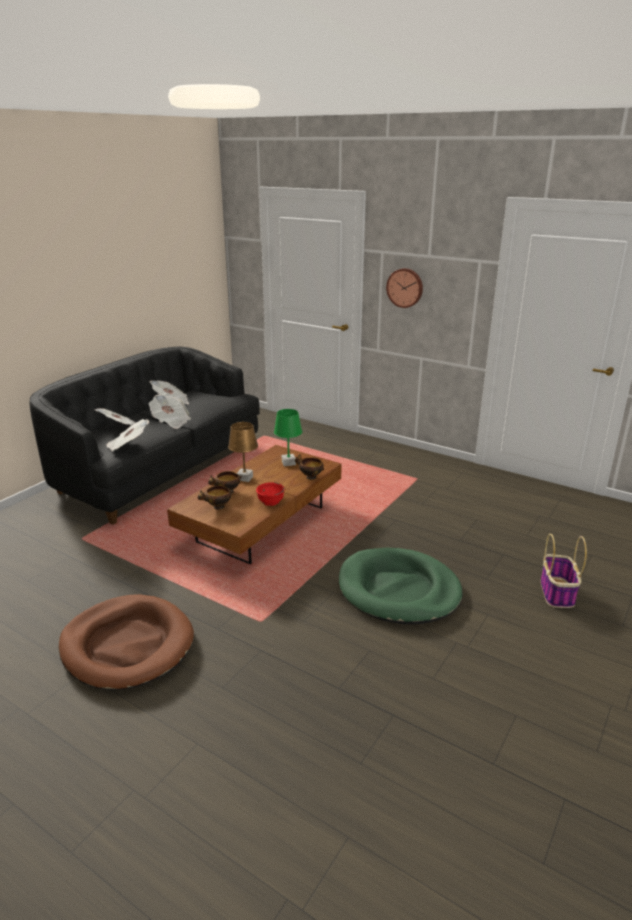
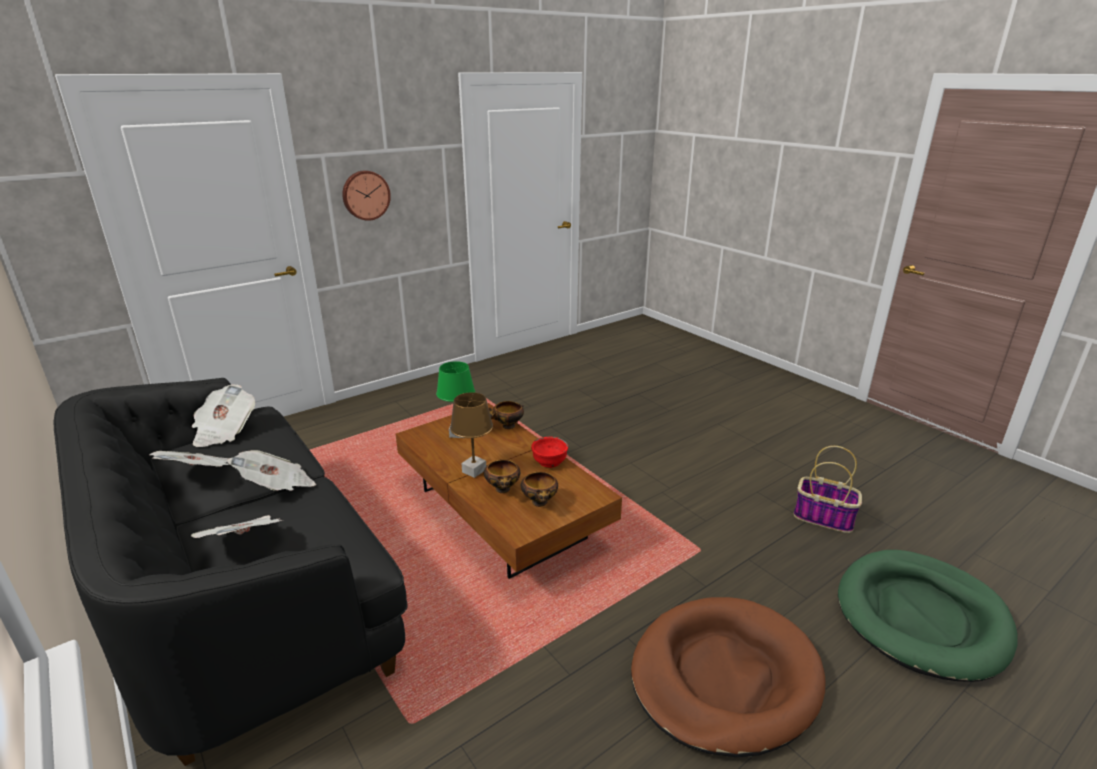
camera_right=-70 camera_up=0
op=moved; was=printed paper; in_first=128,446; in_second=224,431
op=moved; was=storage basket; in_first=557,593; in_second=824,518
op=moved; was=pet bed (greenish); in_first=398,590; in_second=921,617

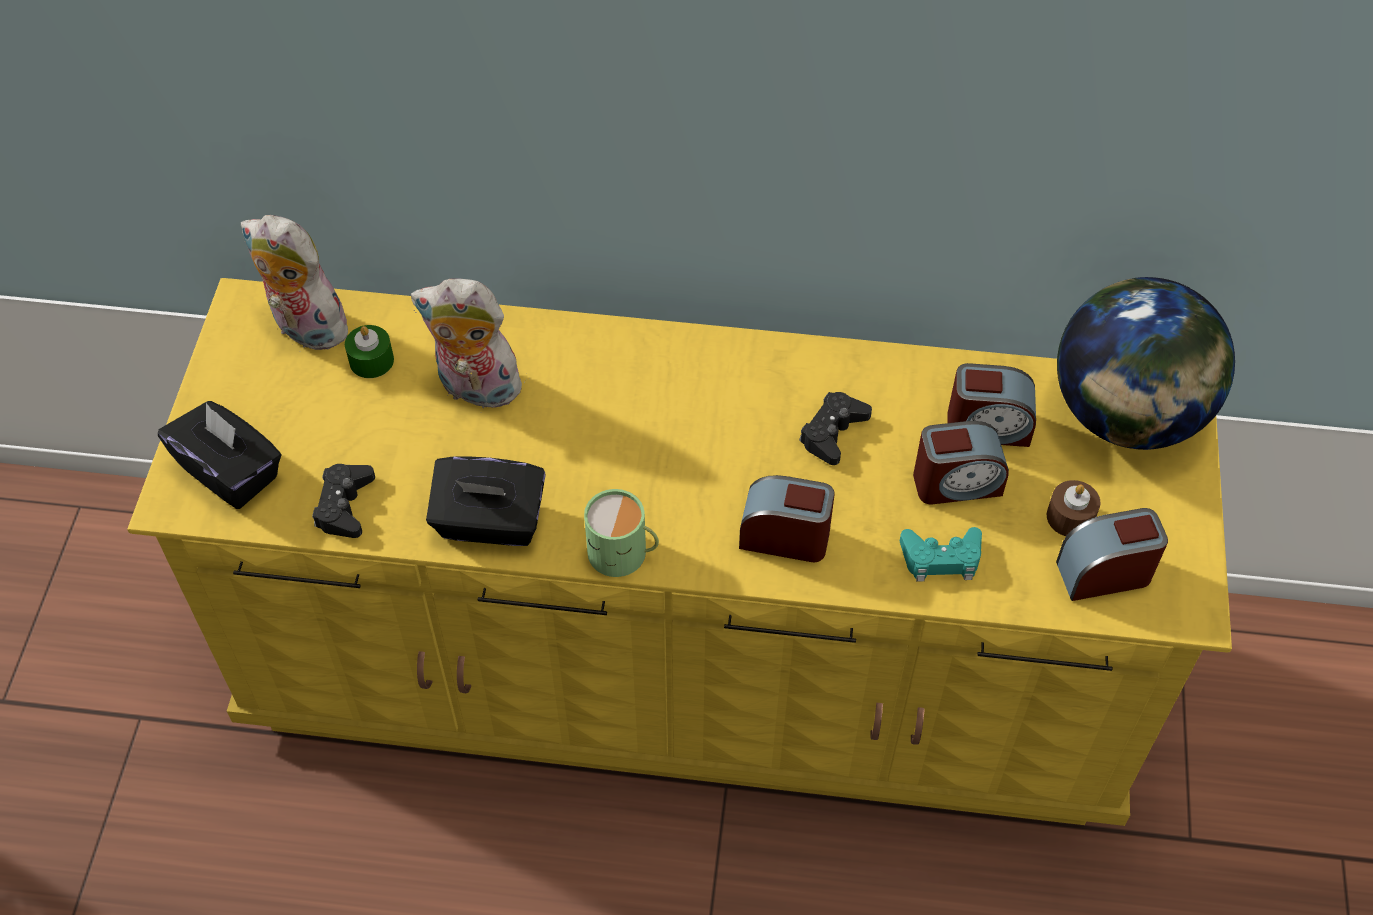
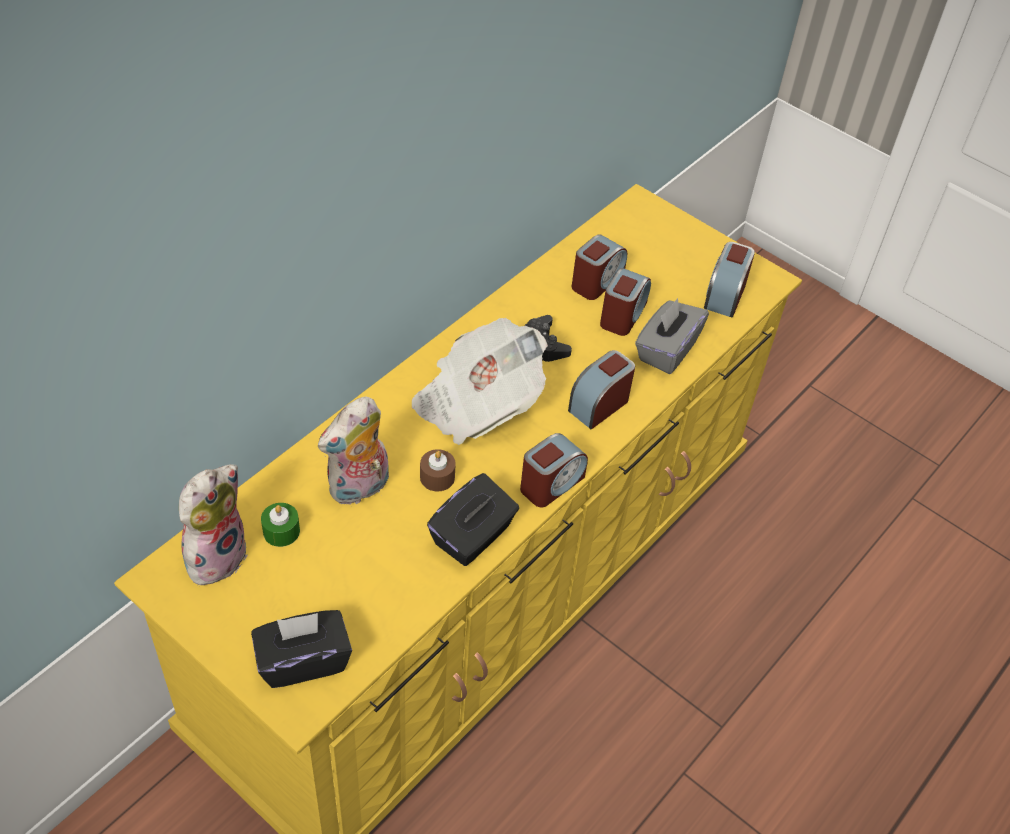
camera_right=-60 camera_up=-5
op=turned; was=cuddly toy; in_first=305,328; in_second=215,554; clockwise=150
op=added; now=printed paper; in_second=477,403
op=moved; was=candle (brown-coloured); in_first=1070,517; in_second=437,477
op=replaced; was=coffee mug (greenish); now=alarm clock; in_first=623,554; in_second=551,483
op=replaced; was=joypad (turquoise); now=box of tissues (greyish); in_first=941,558; in_second=666,350
op=removed; was=joypad (black); in_first=344,505
op=removed; was=globe; in_first=1126,415

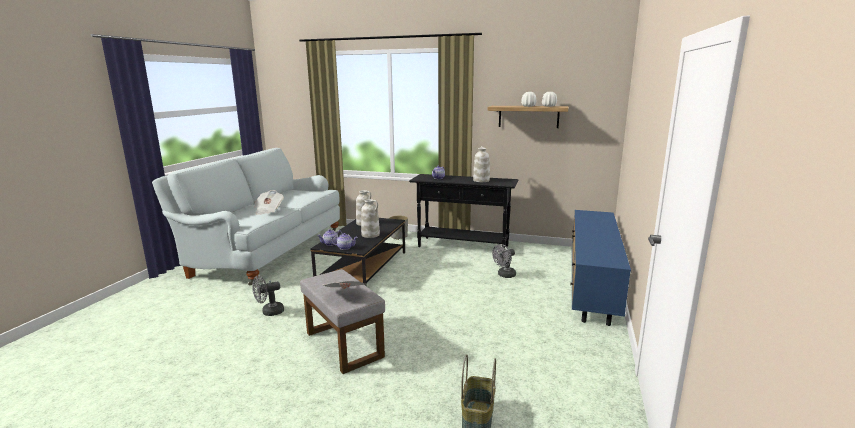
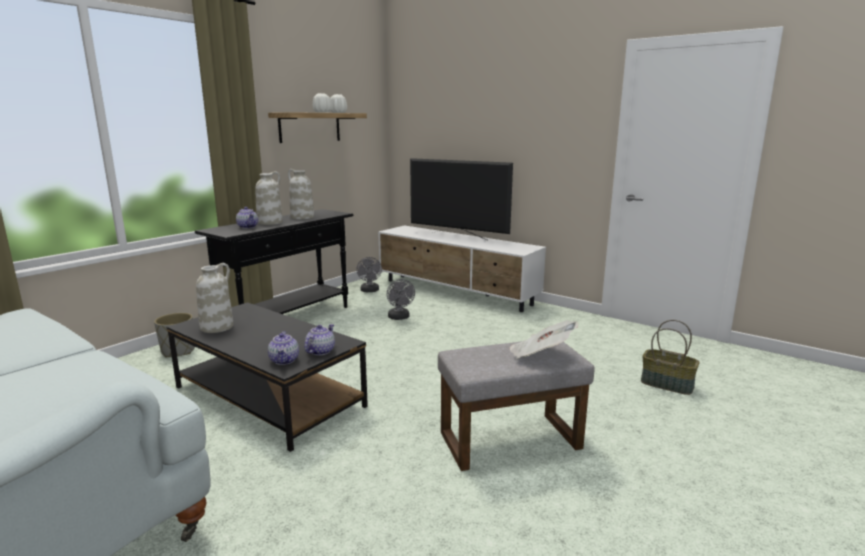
camera_right=-70 camera_up=0
op=moved; was=decorative vase (whitish); in_first=371,235; in_second=270,222
op=moved; was=electric fan (greyish); in_first=269,312; in_second=370,291
op=recoloured; was=tv unit (blue-coloured); now=tv unit (whitish); in_first=591,285; in_second=456,292
op=added; now=TV; in_second=458,236
op=removed; was=printed paper; in_first=268,210

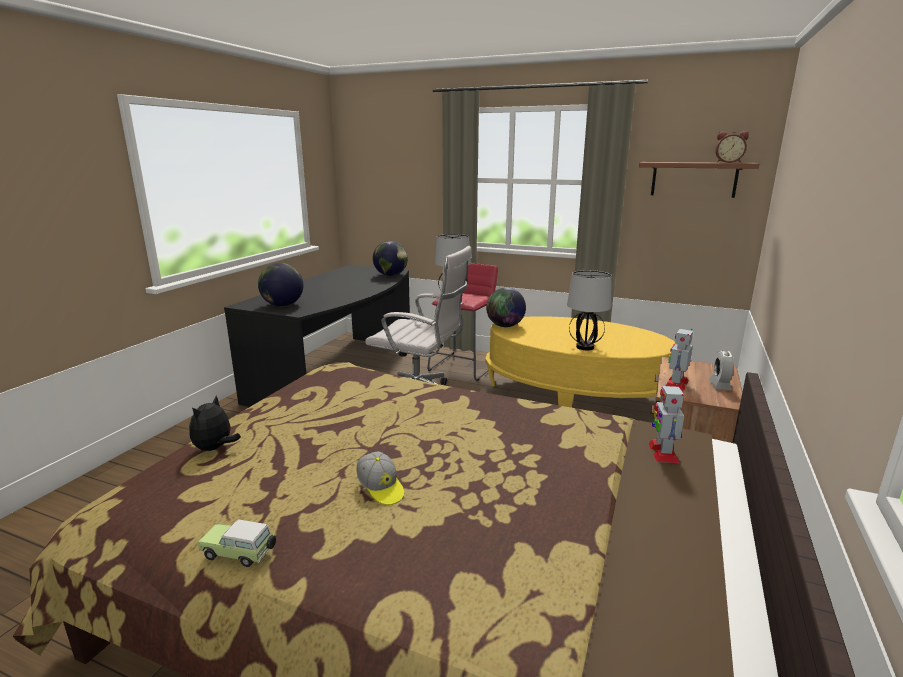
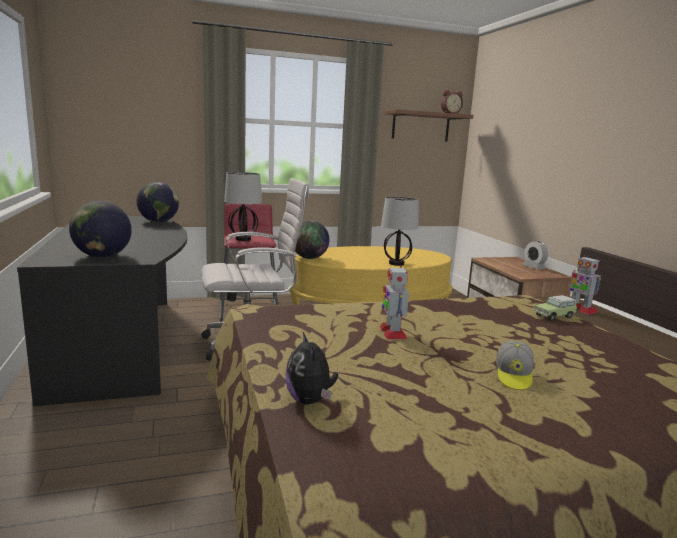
camera_right=-40 camera_up=-5
op=moved; was=toy robot; in_first=676,383; in_second=392,332
op=turned; was=baseball cap; in_first=381,488; in_second=513,376; clockwise=90
op=moved; was=model car; in_first=240,554; in_second=555,316

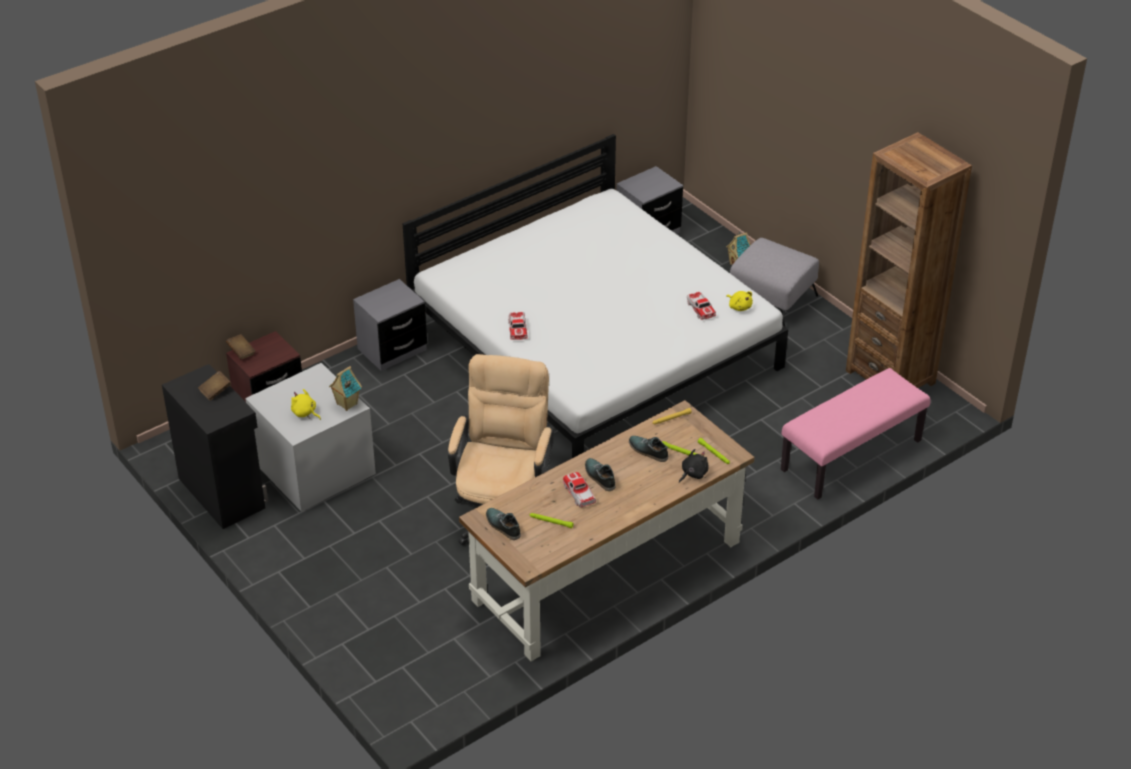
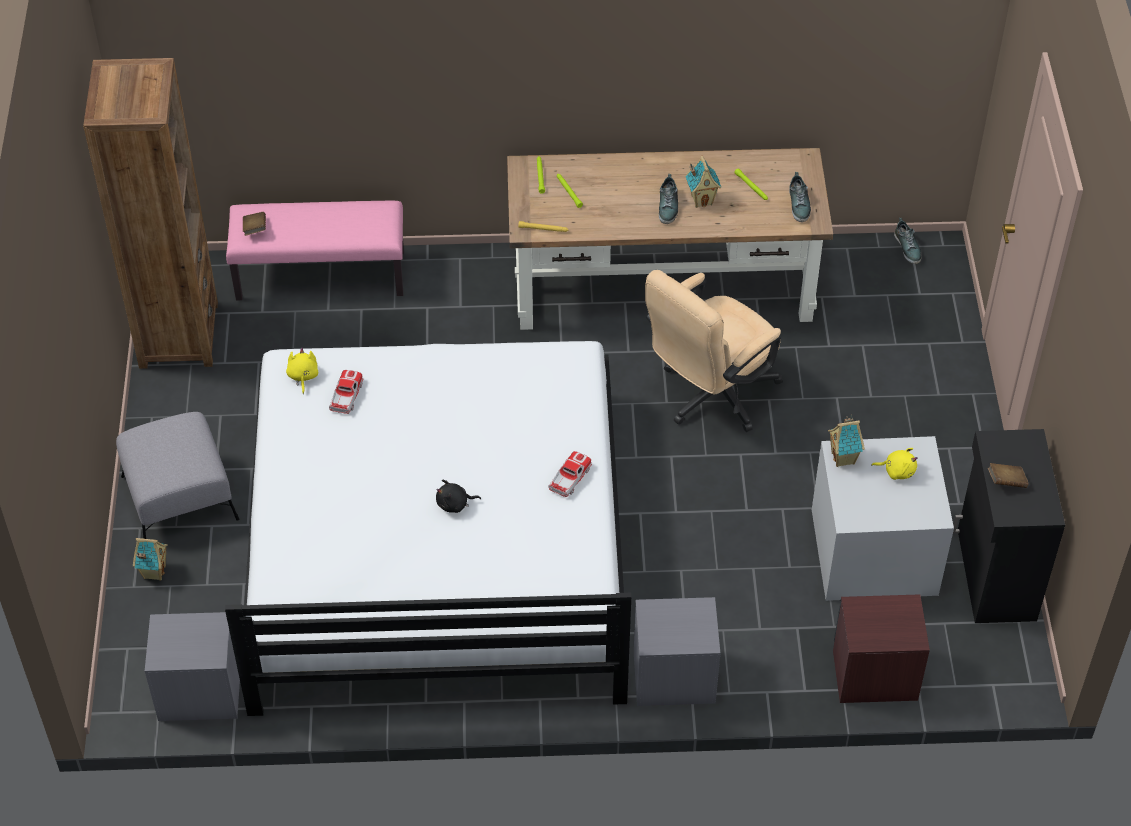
camera_right=-145 camera_up=10
op=moved; was=book (brown-coloured); in_first=241,352; in_second=255,229
op=moved; was=cuddly toy (black); in_first=693,474; in_second=455,504
op=replaced; was=model car; now=miniature house; in_first=579,494; in_second=702,200
op=turned; was=cuddly toy (yellow); in_first=305,413; in_second=897,470; clockwise=-60
op=moved; was=item of footwear; in_first=648,451; in_second=908,247

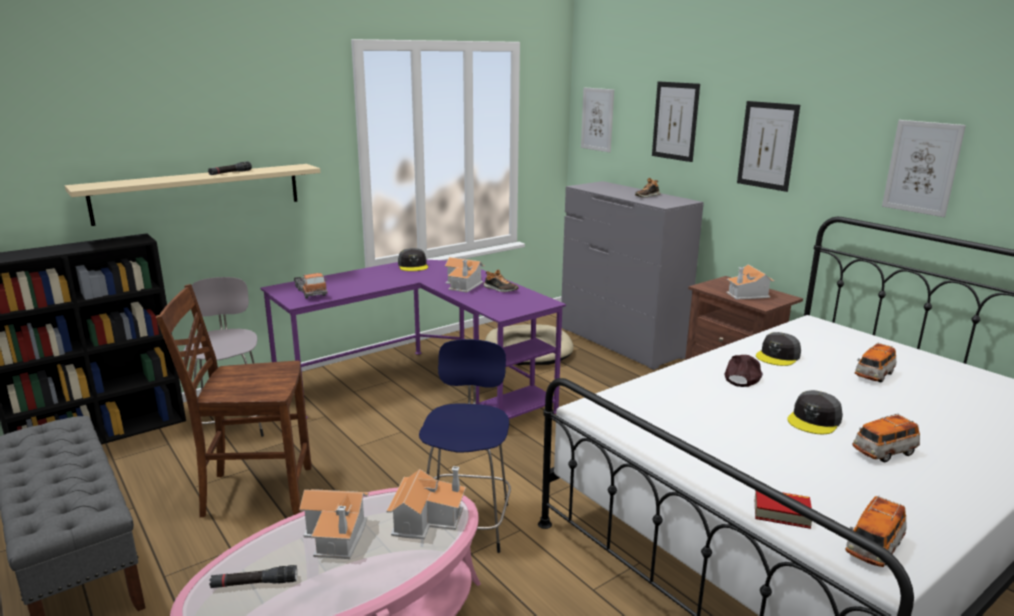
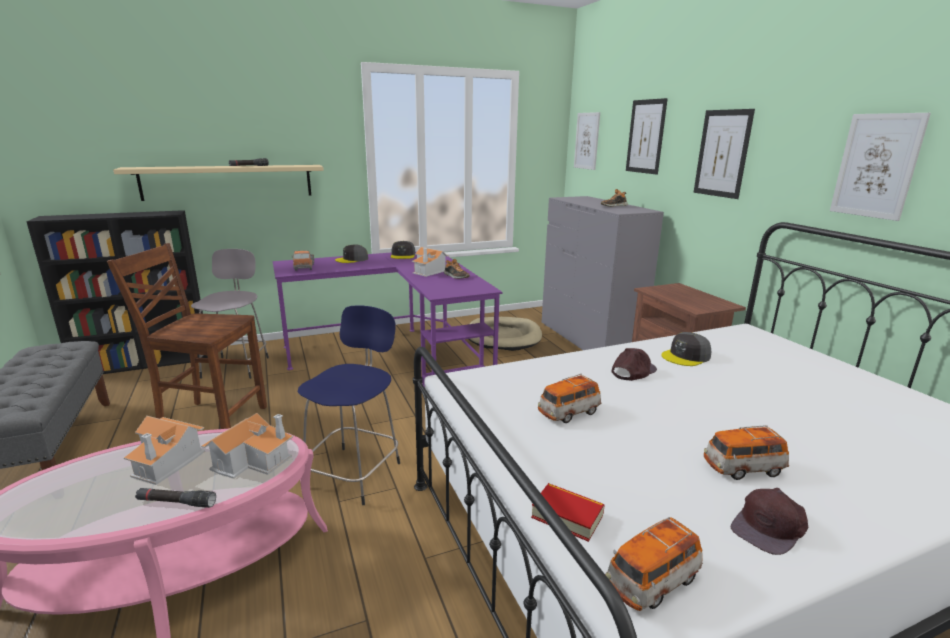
camera_right=15 camera_up=0
op=moved; was=hand torch (black); in_first=254,584; in_second=176,502
op=moved; was=baseball cap (greyish); in_first=814,420; in_second=352,259
op=moved; was=model car; in_first=874,375; in_second=568,413
op=added; now=baseball cap (brown-coloured); in_second=770,526
op=removed; was=miniature house; in_first=748,294

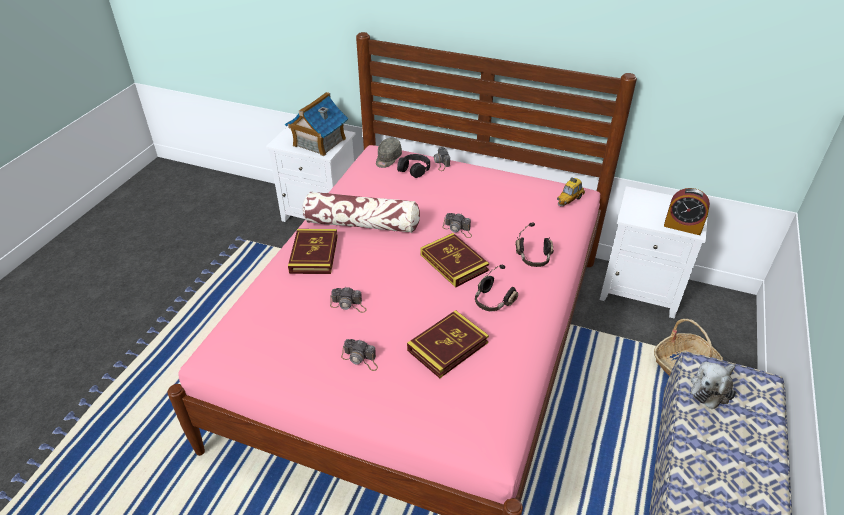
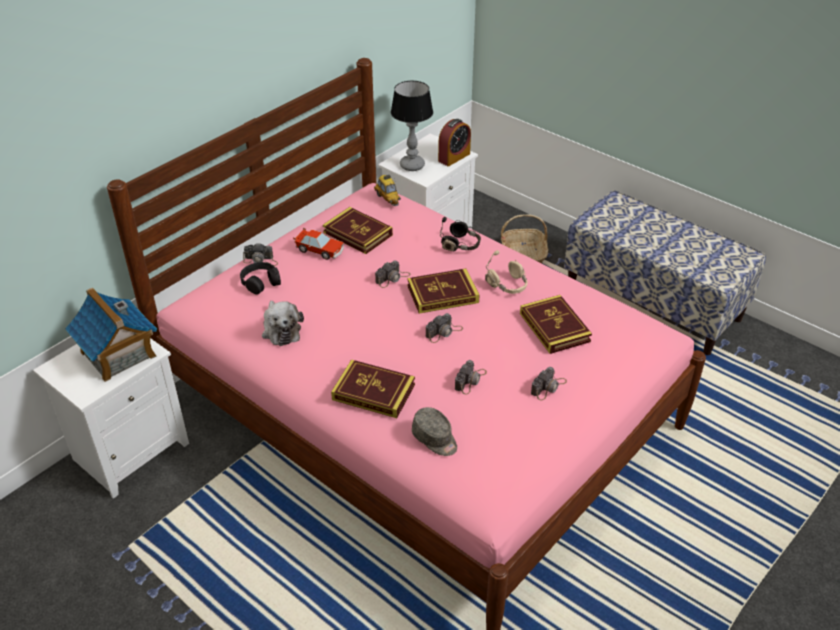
camera_right=-70 camera_up=0
op=moved; was=cuddly toy; in_first=711,389; in_second=281,330
op=added; now=model car; in_second=320,250
op=added; now=book; in_second=357,233
op=added; now=tabletop lamp; in_second=411,165
op=moved; was=baseball cap (greyish); in_first=388,159; in_second=435,439
op=added; now=still camera; in_second=444,332
op=recoloured; was=headset (black); now=headset (beige-coloured); in_first=492,301; in_second=508,285
op=removed; was=cushion; in_first=362,224

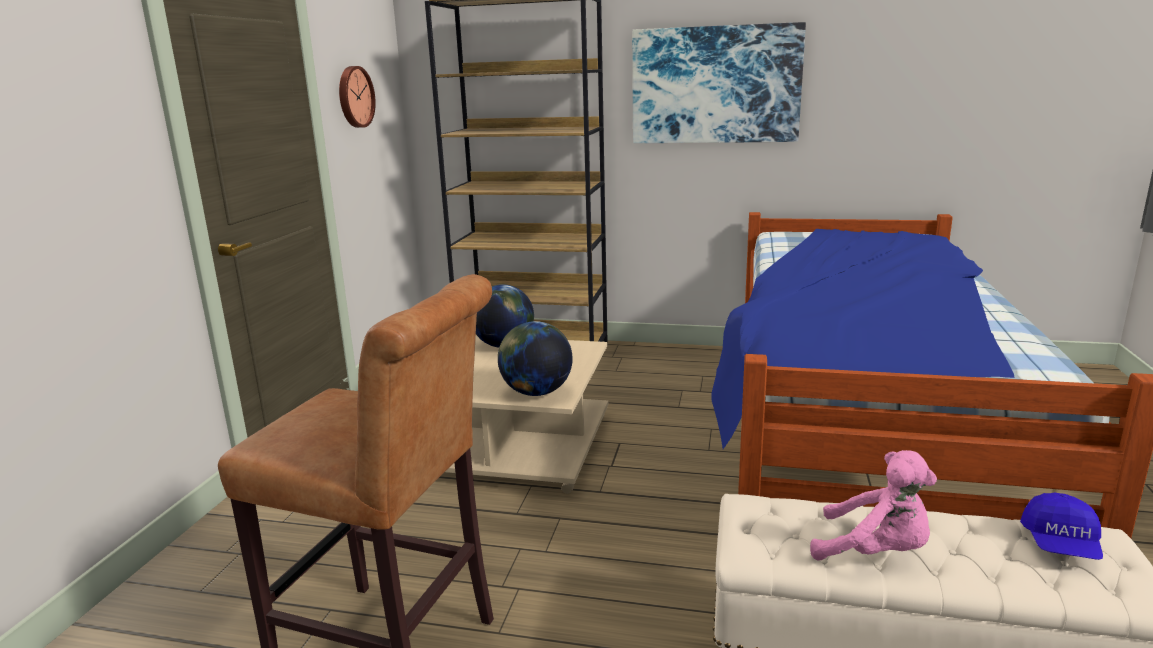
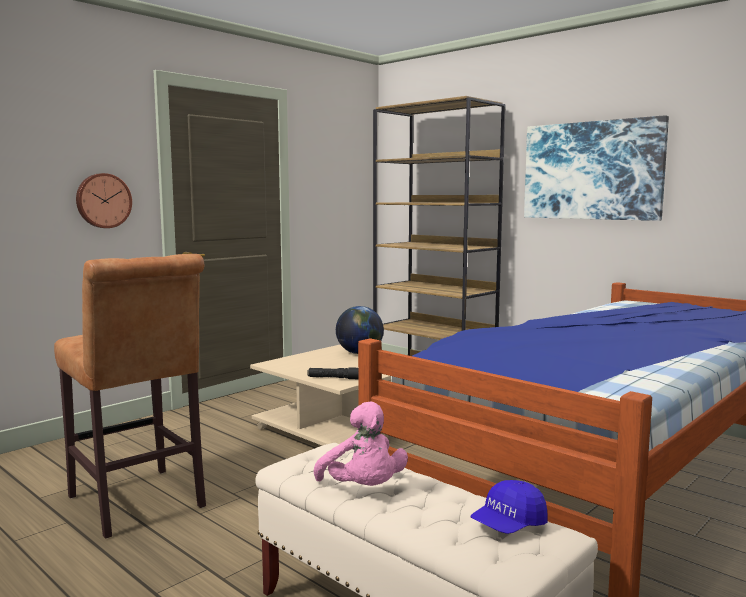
camera_right=30 camera_up=-10
op=moved; was=hanging clock; in_first=354,97; in_second=103,200
op=replaced; was=globe; now=hand torch (black); in_first=536,392; in_second=333,378

